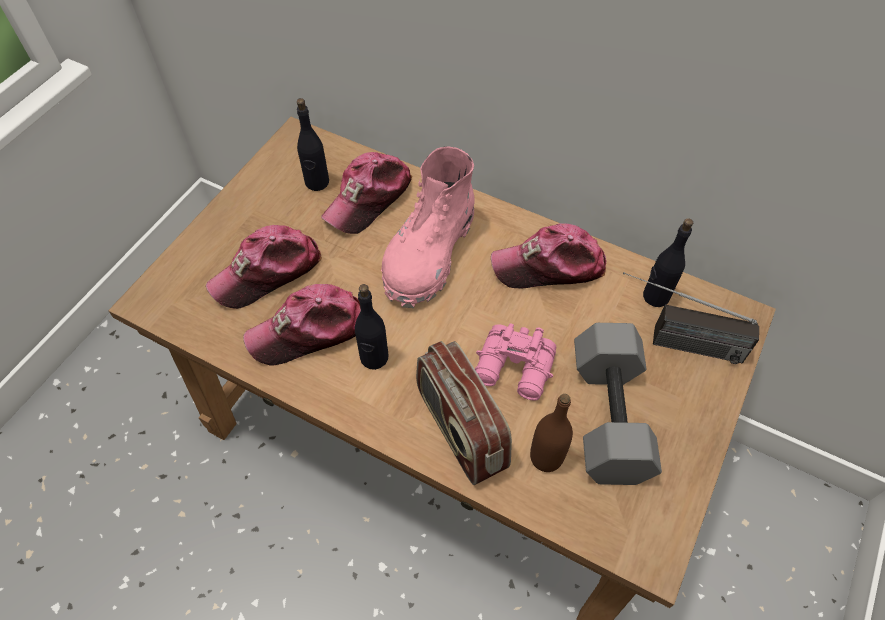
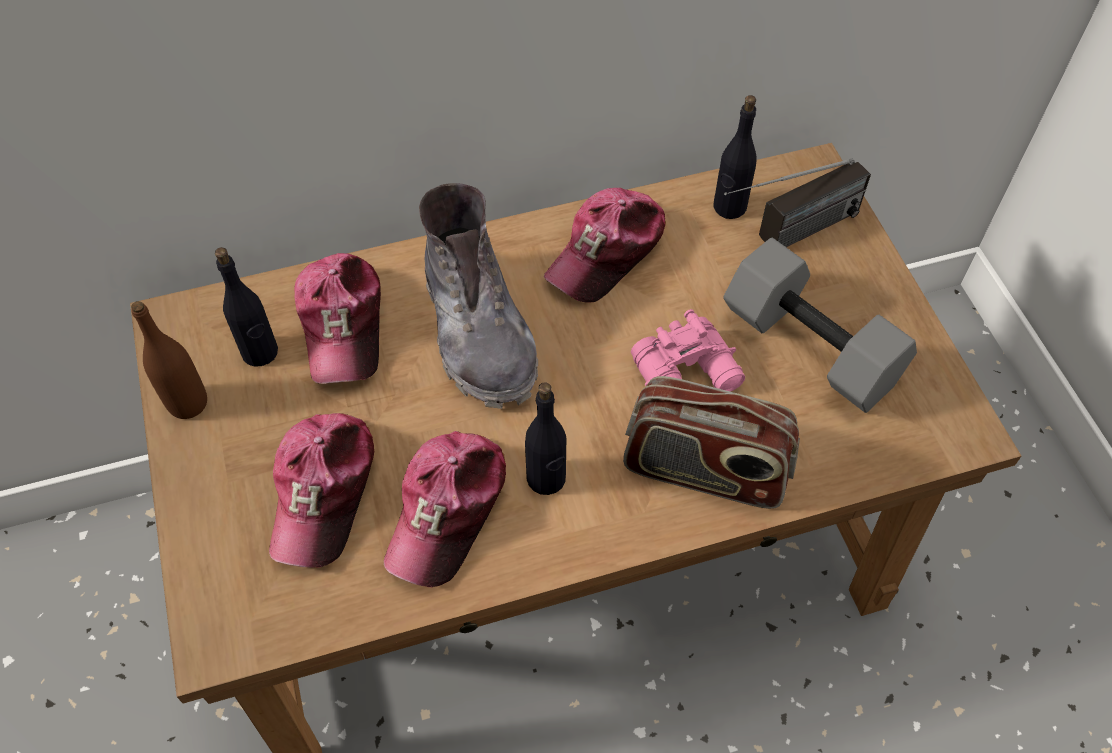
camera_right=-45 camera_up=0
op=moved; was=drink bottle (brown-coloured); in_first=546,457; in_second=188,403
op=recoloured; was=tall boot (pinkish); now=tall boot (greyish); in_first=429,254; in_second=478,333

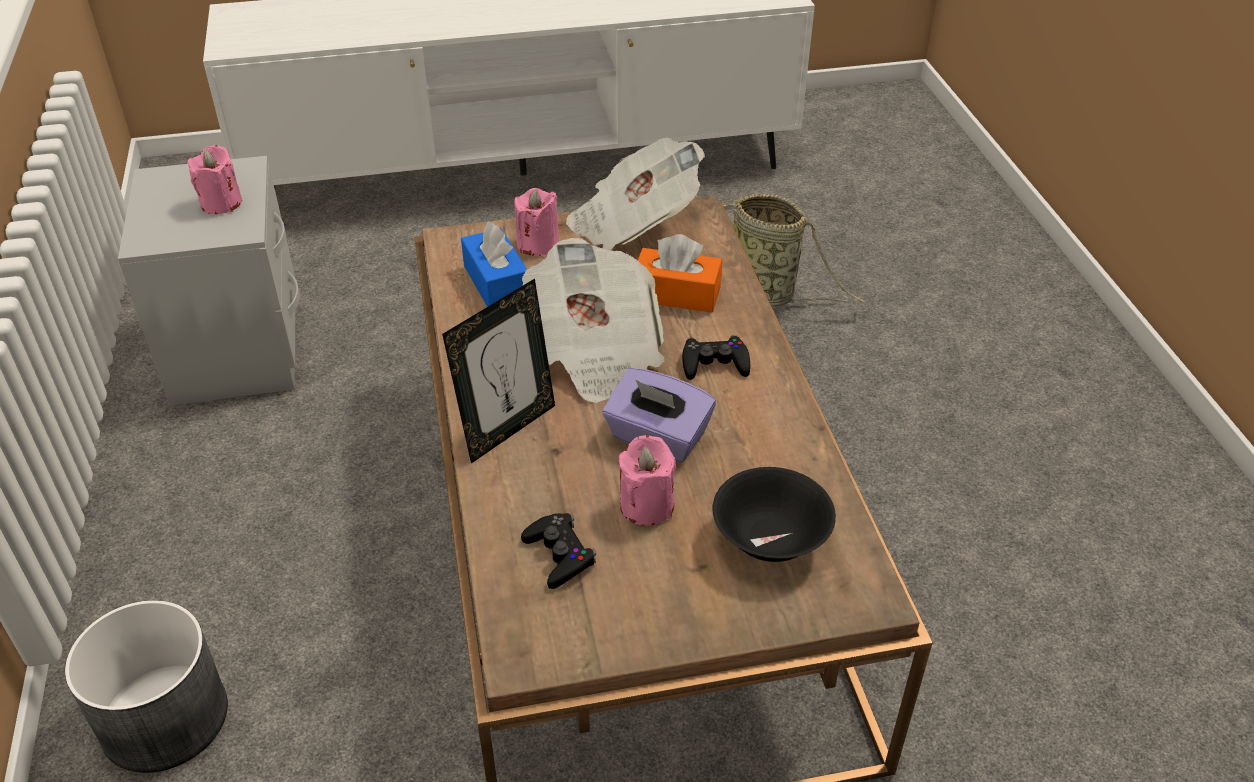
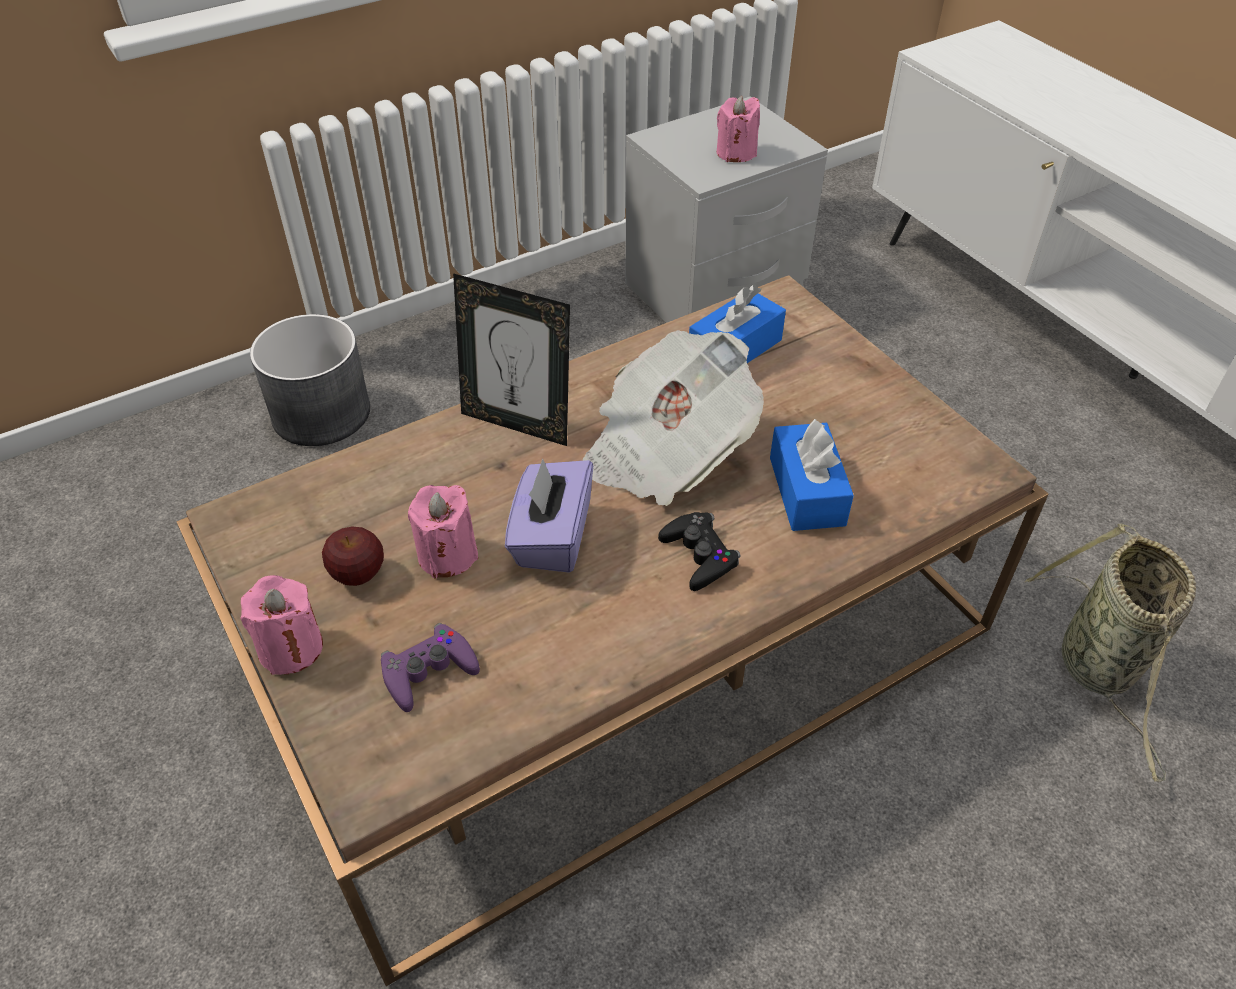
camera_right=70 camera_up=5
op=moved; was=candle (pinkish); in_first=538,244; in_second=291,648
op=added; now=apple fruit; in_second=358,574
op=replaced; was=bowl (black); now=joypad (purplish); in_first=769,540; in_second=428,672
op=recoloured; was=box of tissues (orange); now=box of tissues (blue-coloured); in_first=676,294; in_second=806,491
op=removed; was=joypad (black); in_first=559,555
op=removed; was=printed paper; in_first=633,224

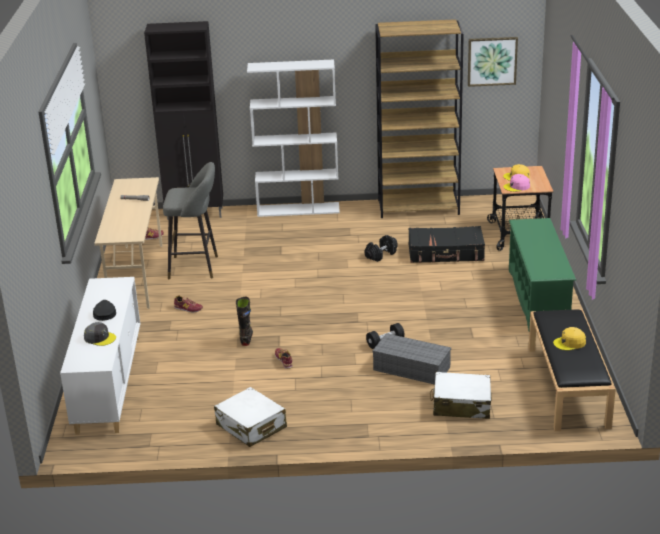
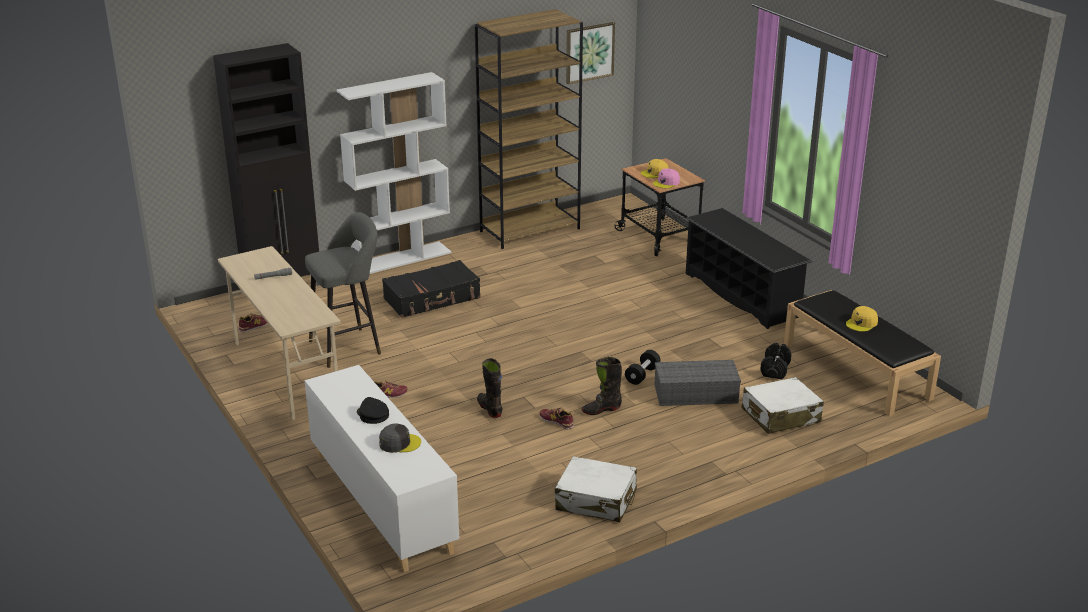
camera_right=-30 camera_up=0
op=moved; was=suitcase (black); in_first=446,253; in_second=432,299
op=added; now=tall boot (black); in_second=601,409
op=recoloured; was=shoe stand (greenish); now=shoe stand (black); in_first=538,299; in_second=742,295
op=moved; was=dumbbell (black); in_first=381,255; in_second=775,369

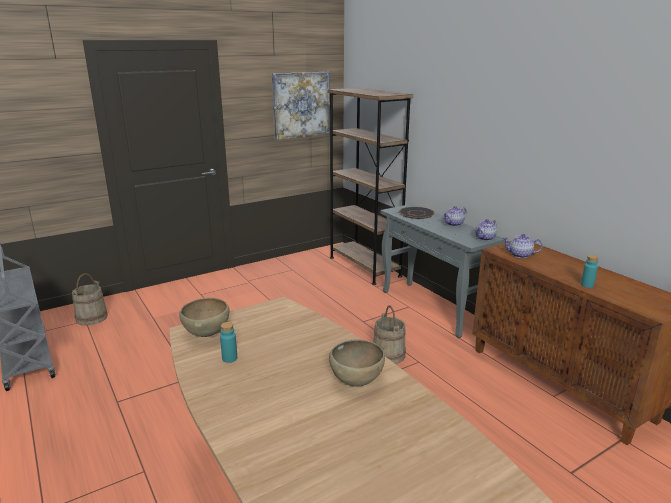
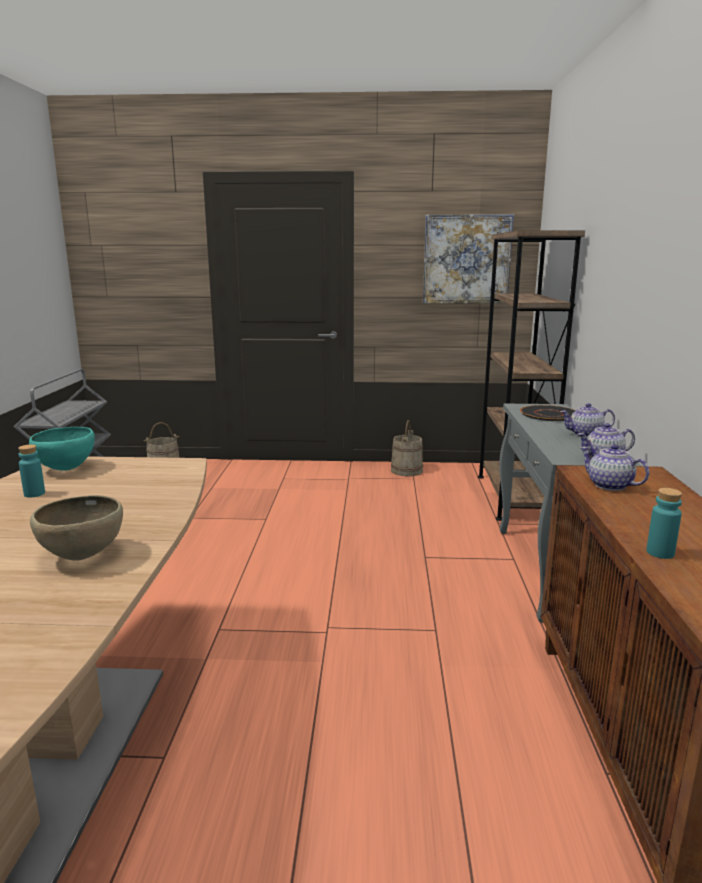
camera_right=35 camera_up=-5
op=recoloured; was=bowl (brown-coloured); now=bowl (turquoise); in_first=207,334; in_second=66,469
op=moved; was=pail (beige-coloured); in_first=389,355; in_second=407,470

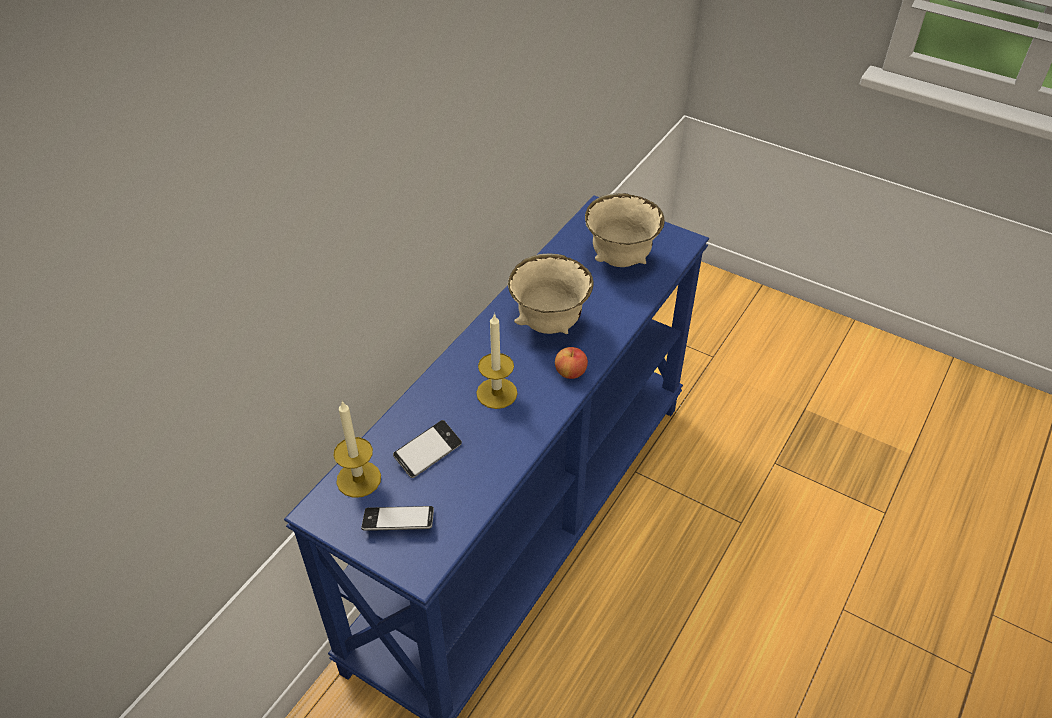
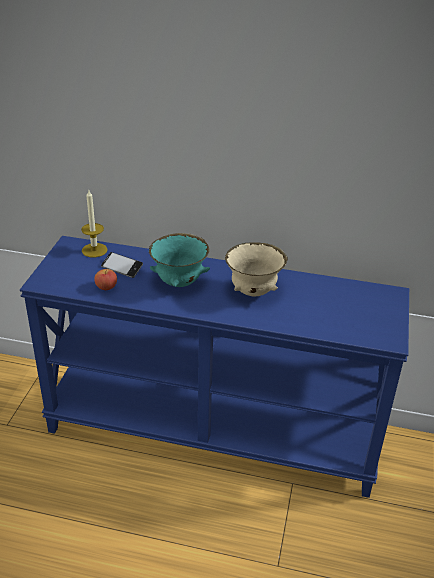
camera_right=70 camera_up=-10
op=moved; was=apple fruit; in_first=570,372; in_second=106,287
op=replaced; was=candle; now=bowl (turquoise); in_first=497,393; in_second=180,282
op=removed; was=phone; in_first=398,522
op=removed; was=bowl (beige-coloured); in_first=620,259

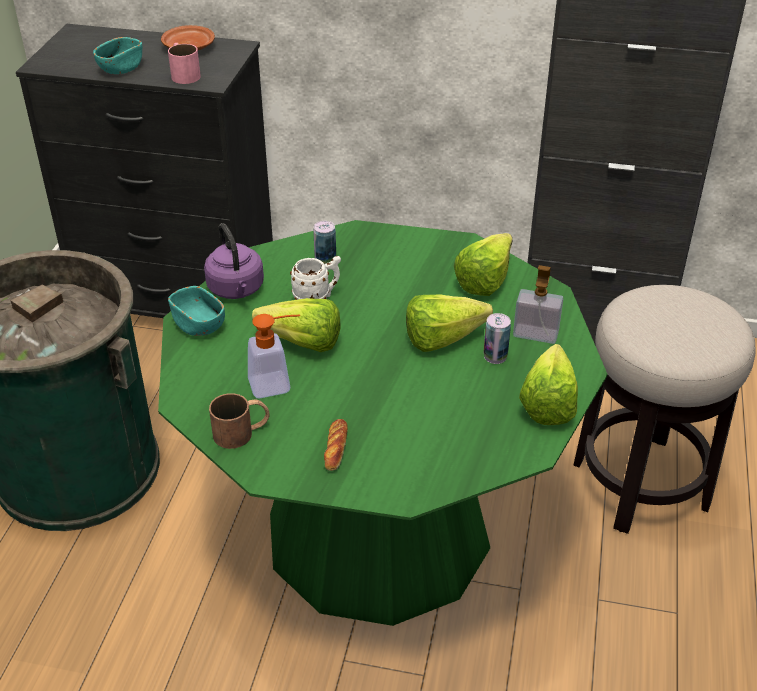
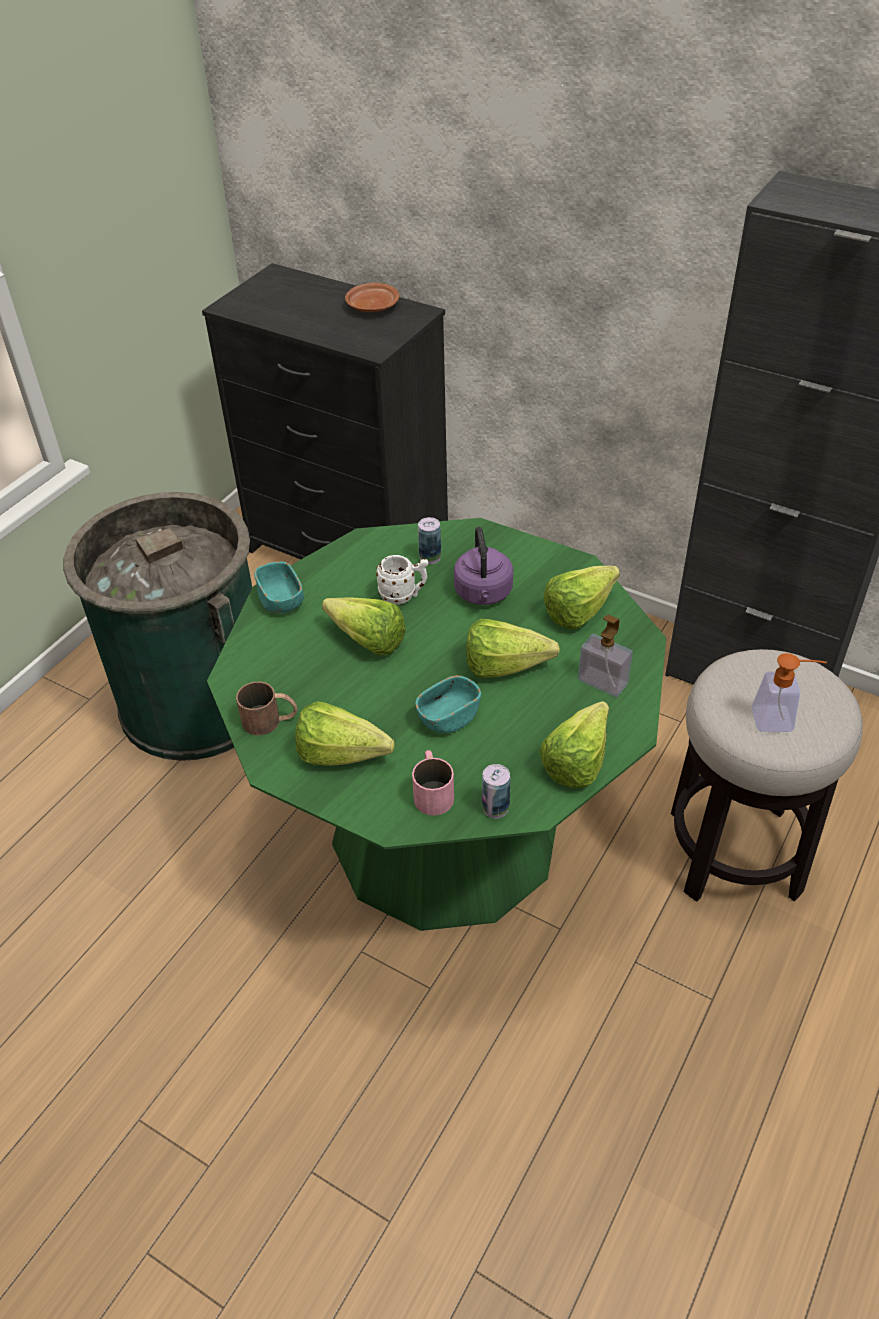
camera_right=20 camera_up=5
op=replaced; was=bread; now=lettuce; in_first=336,448; in_second=348,758
op=moved; was=coffee mug (pinkish); in_first=183,74; in_second=432,790
op=moved; was=bowl (turquoise); in_first=121,68; in_second=448,718
op=moved; was=tea kettle (purplish); in_first=236,290; in_second=483,594
op=moved; was=can; in_first=495,356; in_second=495,808
op=moved; was=soap bottle; in_first=277,383; in_second=780,719

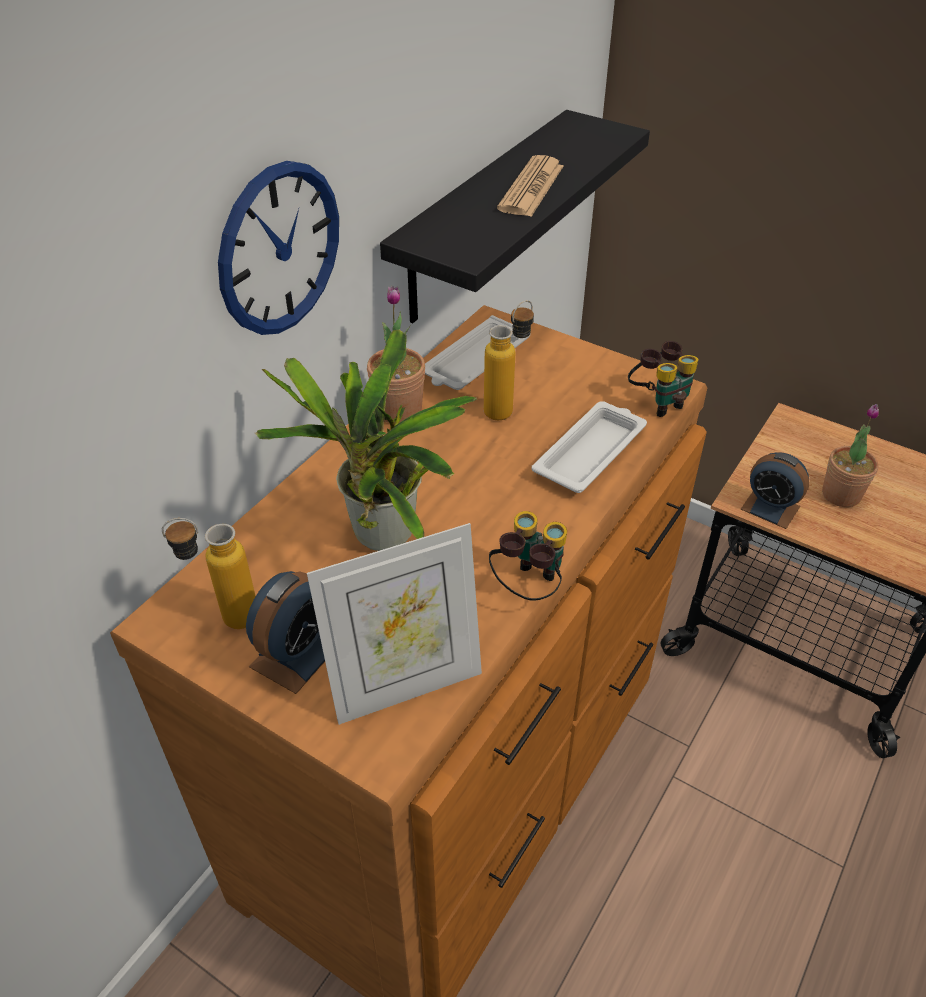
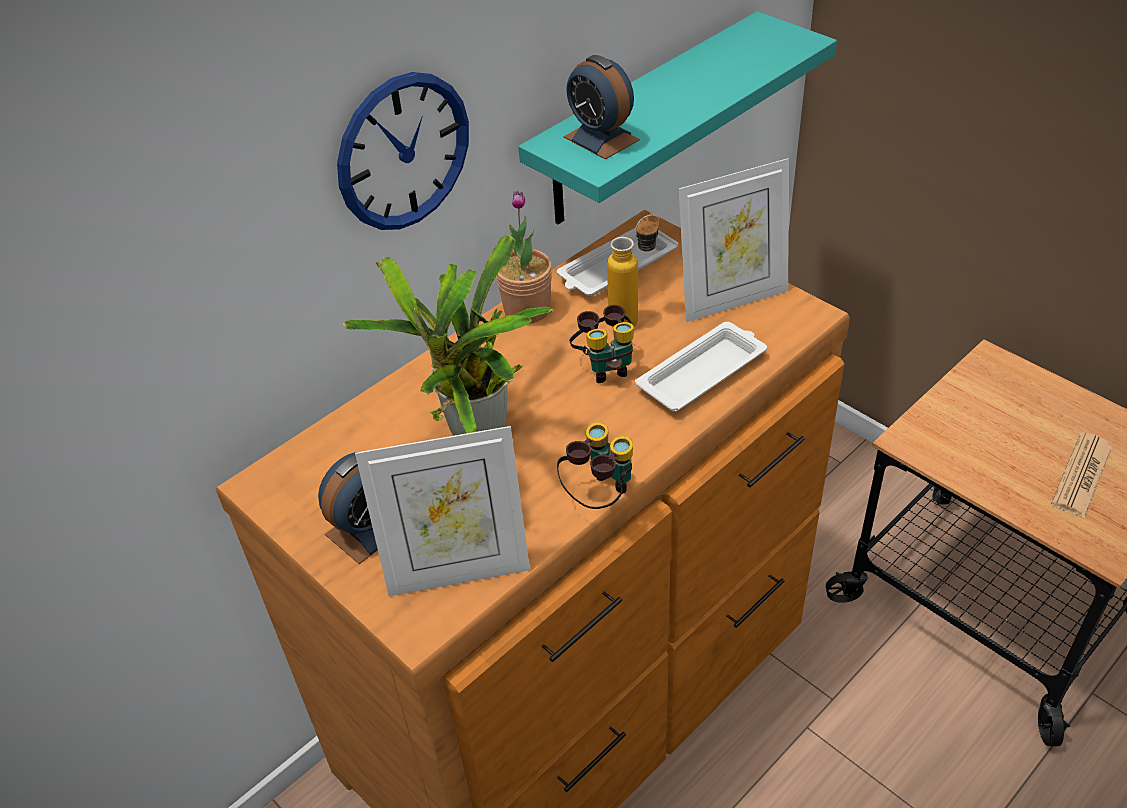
camera_right=15 camera_up=0
op=recoloured; was=shelf (black); now=shelf (turquoise); in_first=482,217; in_second=646,121
op=moved; was=alarm clock; in_first=770,508; in_second=601,138
op=moved; was=pair of binoculars; in_first=658,402; in_second=605,366
op=added; now=photo frame; in_second=732,299
op=moved; was=printed paper; in_first=531,188; in_second=1081,475
op=removed; was=drink bottle; in_first=225,619
op=removed; was=houseplant; in_first=841,494

